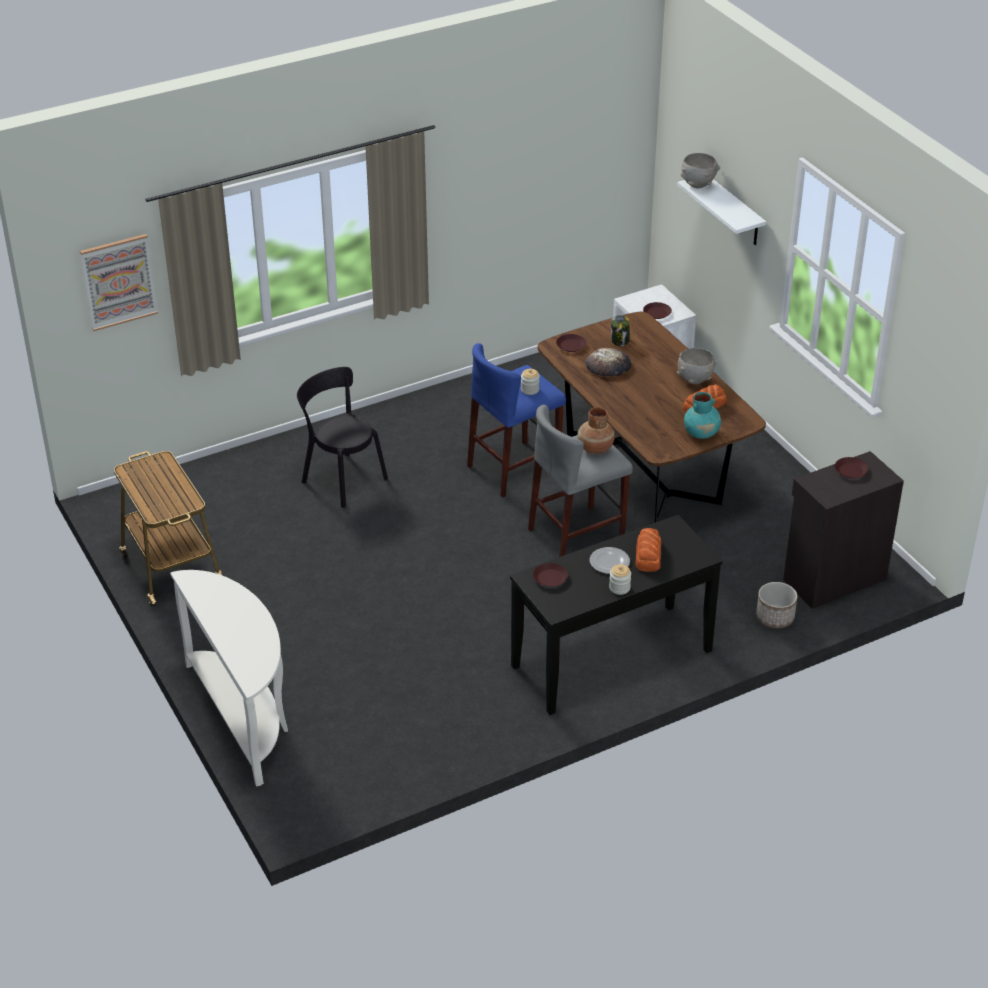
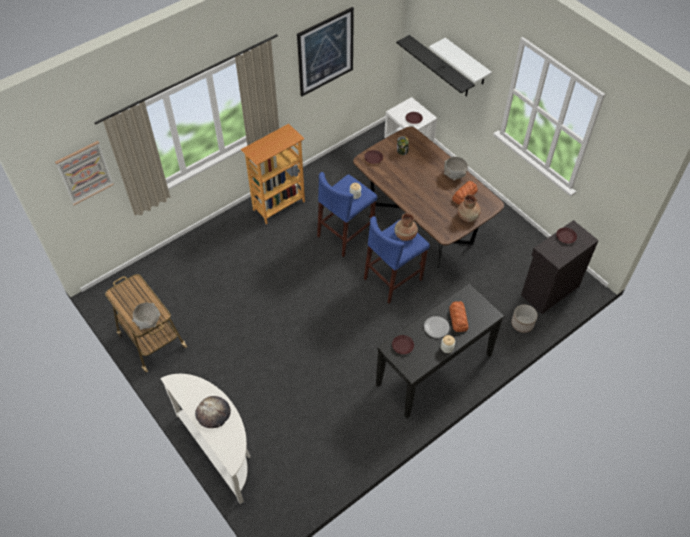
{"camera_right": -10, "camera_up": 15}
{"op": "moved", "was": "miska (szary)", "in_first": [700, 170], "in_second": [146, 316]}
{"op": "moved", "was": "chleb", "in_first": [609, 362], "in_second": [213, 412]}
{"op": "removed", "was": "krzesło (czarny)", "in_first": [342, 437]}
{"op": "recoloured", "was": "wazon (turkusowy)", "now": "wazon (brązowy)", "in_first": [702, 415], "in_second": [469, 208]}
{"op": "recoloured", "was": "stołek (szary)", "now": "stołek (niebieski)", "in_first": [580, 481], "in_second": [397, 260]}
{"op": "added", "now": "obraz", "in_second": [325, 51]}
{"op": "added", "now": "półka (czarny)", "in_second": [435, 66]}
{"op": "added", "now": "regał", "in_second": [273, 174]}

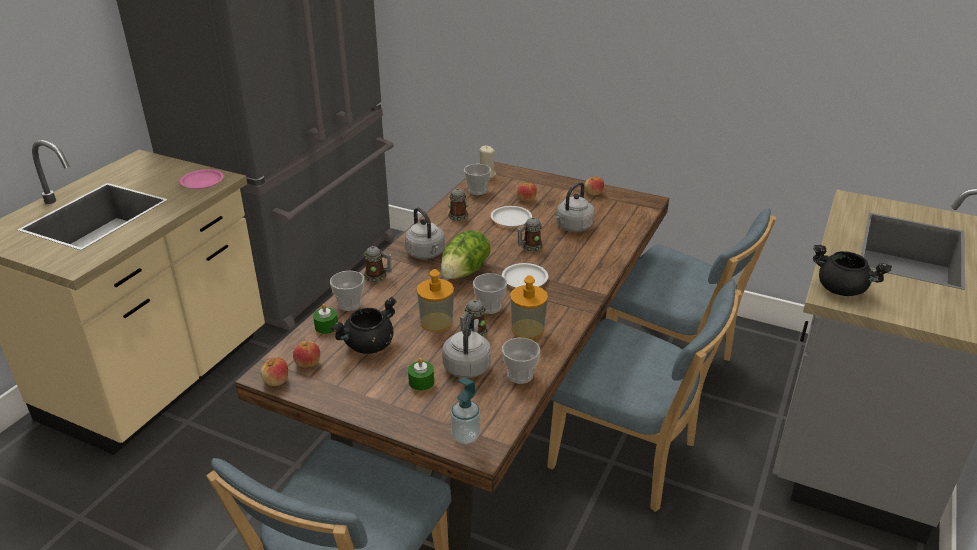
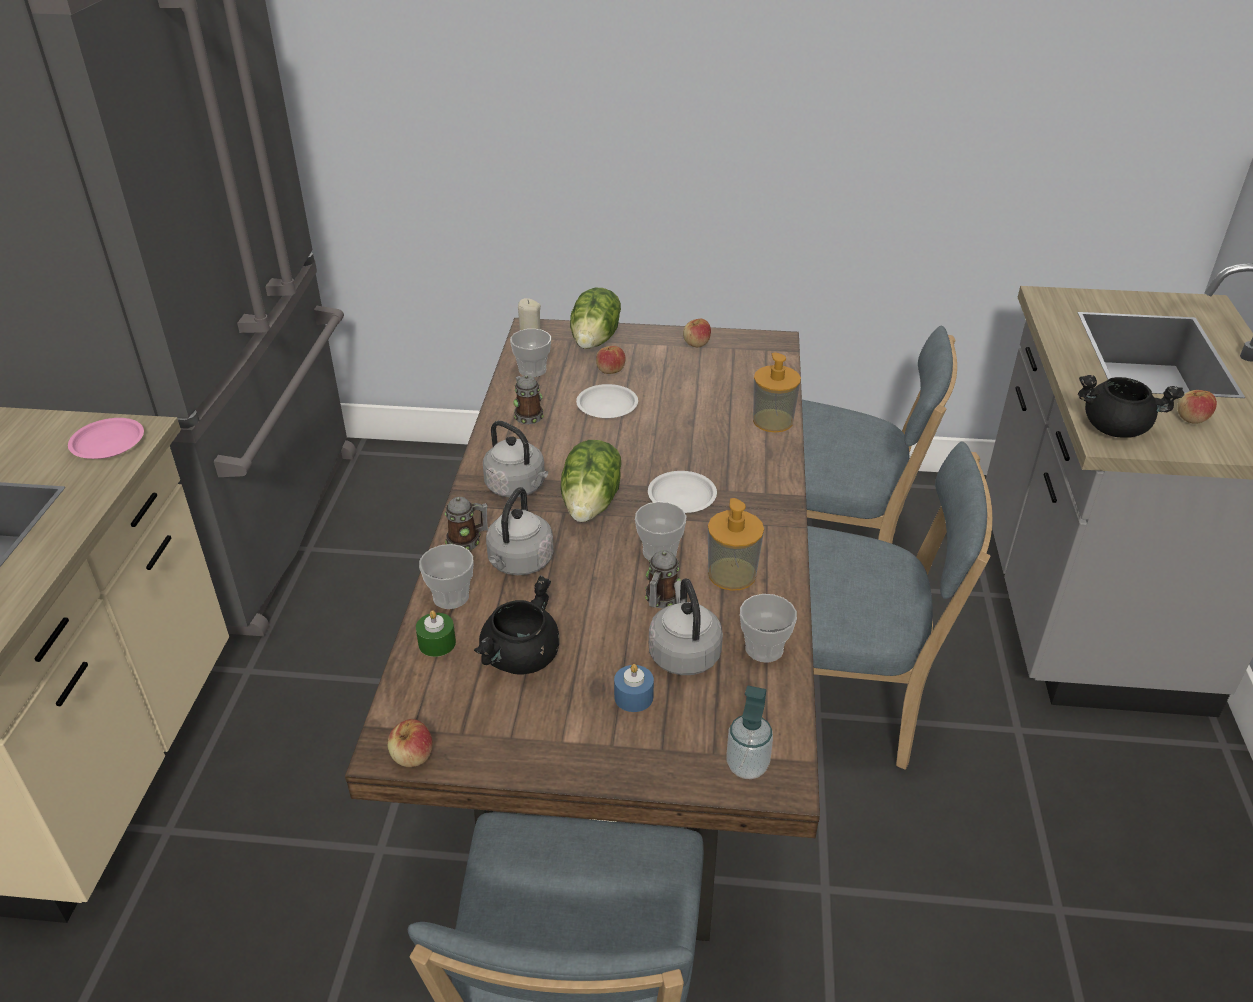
{"camera_right": -20, "camera_up": 5}
{"op": "moved", "was": "czajnik (szary)", "in_first": [575, 207], "in_second": [520, 531]}
{"op": "removed", "was": "kubek", "in_first": [530, 234]}
{"op": "moved", "was": "dozownik mydła", "in_first": [435, 300], "in_second": [777, 392]}
{"op": "moved", "was": "jabłko", "in_first": [306, 354], "in_second": [1197, 407]}
{"op": "recoloured", "was": "świeca (zielony)", "now": "świeca (niebieski)", "in_first": [421, 374], "in_second": [634, 688]}
{"op": "added", "now": "sałata", "in_second": [595, 318]}

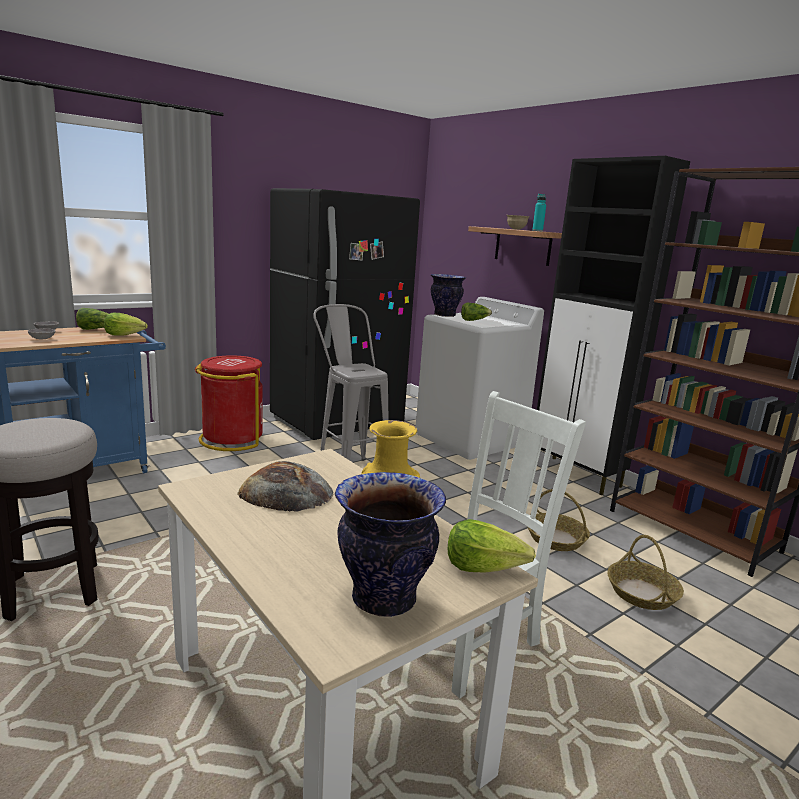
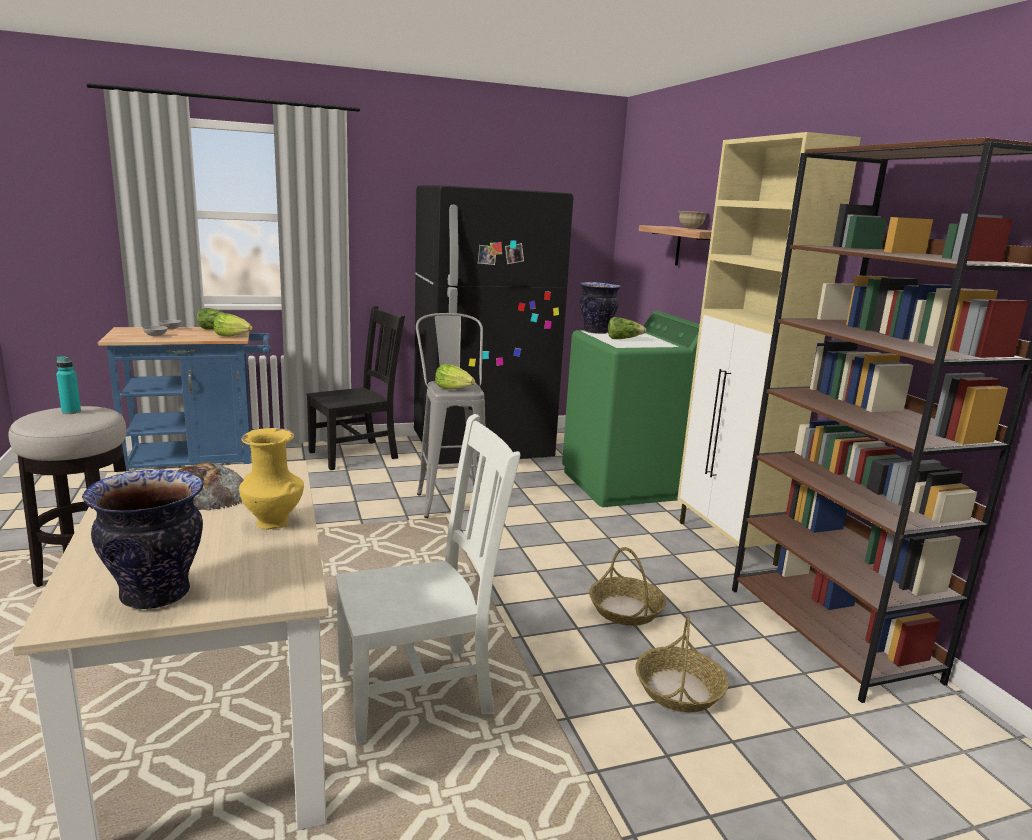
{"camera_right": 20, "camera_up": 0}
{"op": "recoloured", "was": "szafka (czarny)", "now": "szafka (beżowy)", "in_first": [613, 325], "in_second": [769, 351]}
{"op": "moved", "was": "butelka (turkusowy)", "in_first": [539, 212], "in_second": [68, 385]}
{"op": "recoloured", "was": "pralka (biały)", "now": "pralka (zielony)", "in_first": [480, 378], "in_second": [631, 409]}
{"op": "replaced", "was": "kosz na śmieci (czerwony)", "now": "krzesło (czarny)", "in_first": [229, 403], "in_second": [355, 388]}
{"op": "moved", "was": "sałata", "in_first": [492, 545], "in_second": [455, 376]}

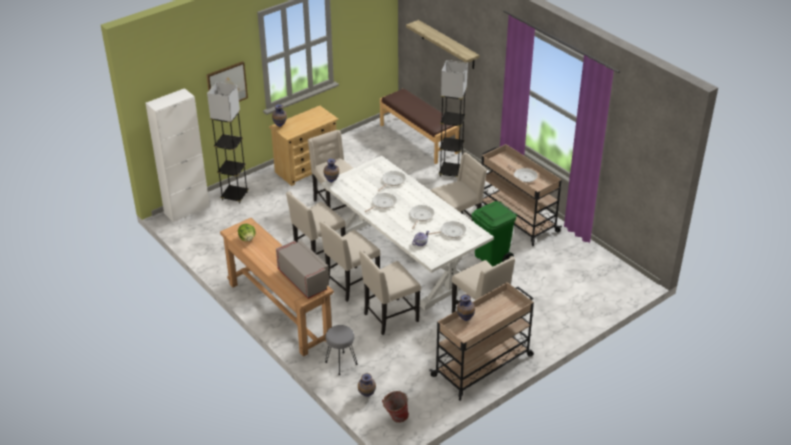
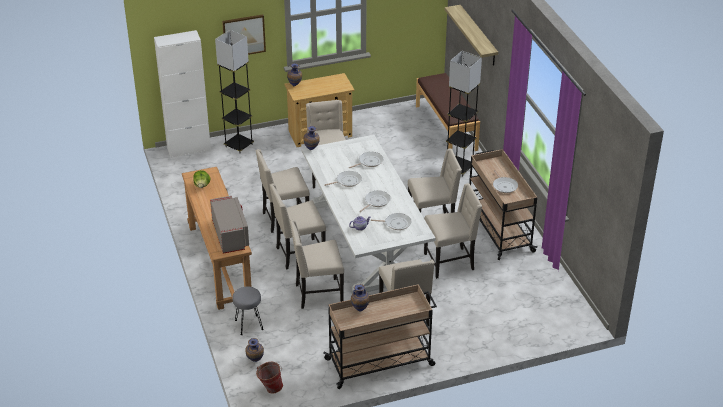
{"camera_right": 20, "camera_up": 0}
{"op": "replaced", "was": "kosz na śmieci (zielony)", "now": "krzesło (beżowy)", "in_first": [494, 234], "in_second": [453, 231]}

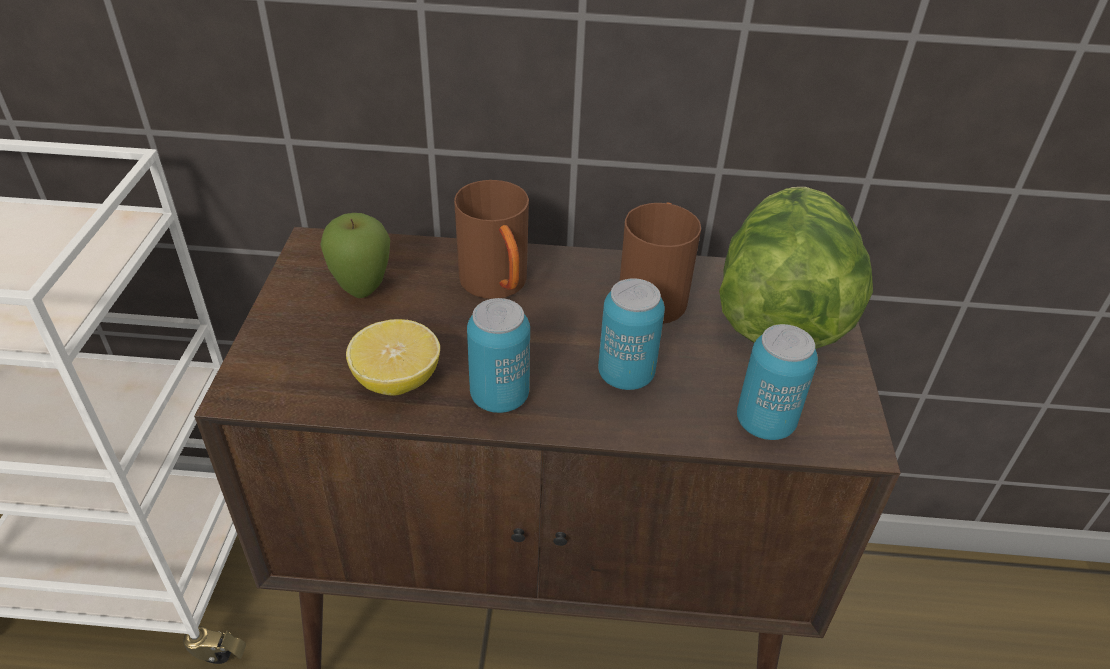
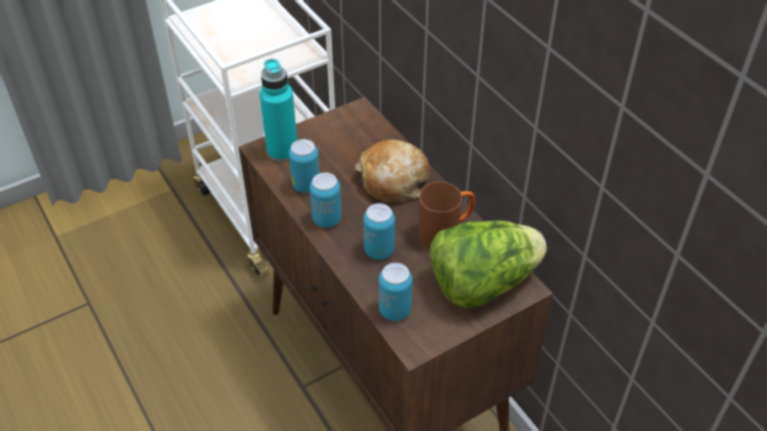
{"camera_right": 55, "camera_up": 5}
{"op": "replaced", "was": "kubek (brązowy)", "now": "chleb", "in_first": [491, 239], "in_second": [392, 171]}
{"op": "removed", "was": "jabłko", "in_first": [355, 255]}
{"op": "replaced", "was": "cytryna", "now": "puszka", "in_first": [393, 357], "in_second": [304, 166]}
{"op": "added", "now": "butelka (turkusowy)", "in_second": [278, 110]}

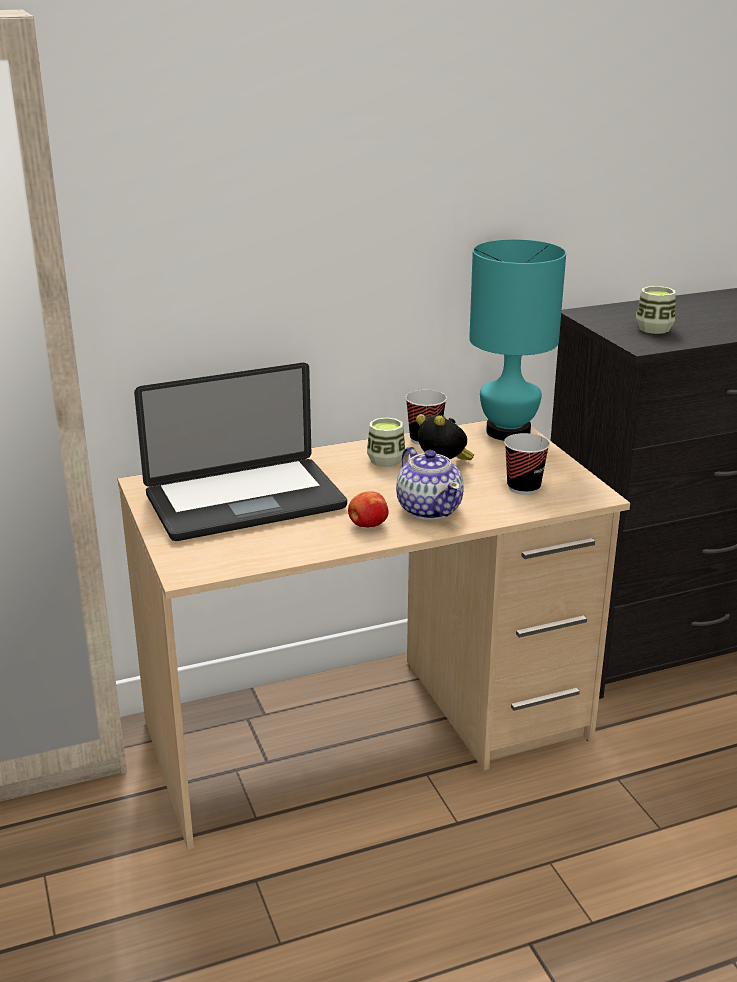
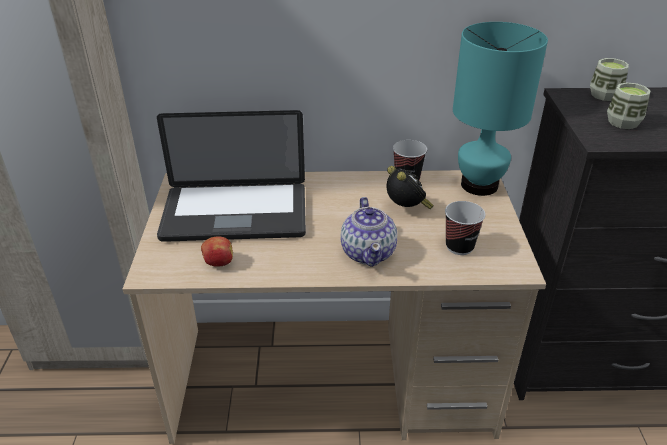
{"camera_right": 20, "camera_up": 10}
{"op": "moved", "was": "filiżanka", "in_first": [386, 442], "in_second": [609, 79]}
{"op": "moved", "was": "jabłko", "in_first": [368, 509], "in_second": [217, 251]}

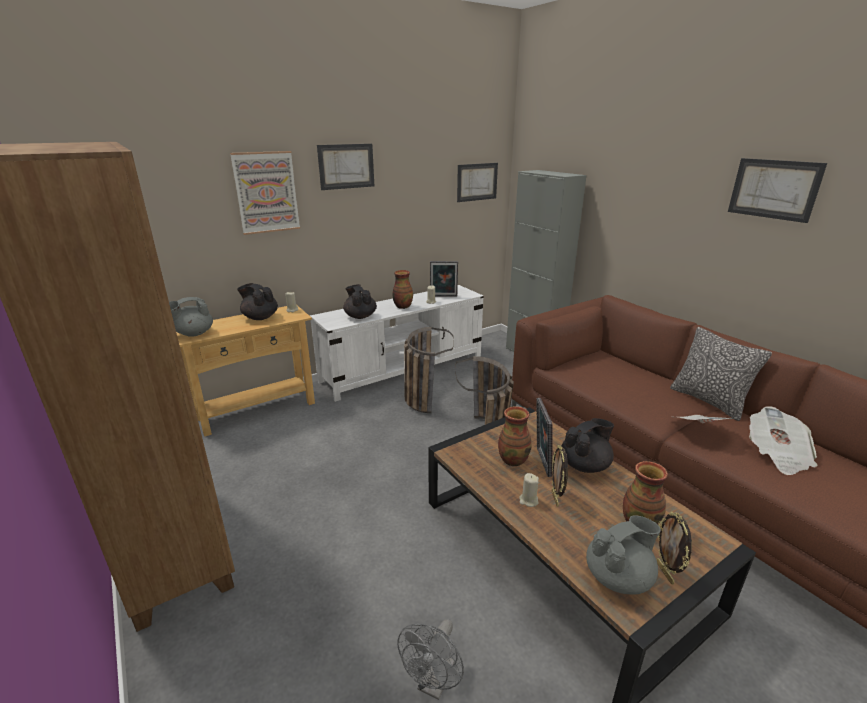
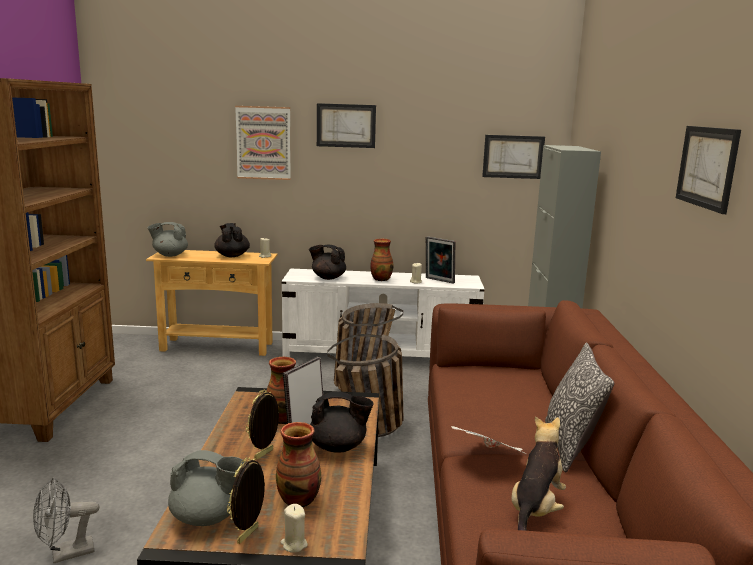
{"camera_right": 35, "camera_up": -10}
{"op": "turned", "was": "imbryk (czarny)", "in_first": [360, 301], "in_second": [327, 262], "clockwise": -75}
{"op": "replaced", "was": "gazeta", "now": "pluszak", "in_first": [783, 440], "in_second": [538, 473]}
{"op": "moved", "was": "świeca (beżowy)", "in_first": [529, 490], "in_second": [294, 528]}

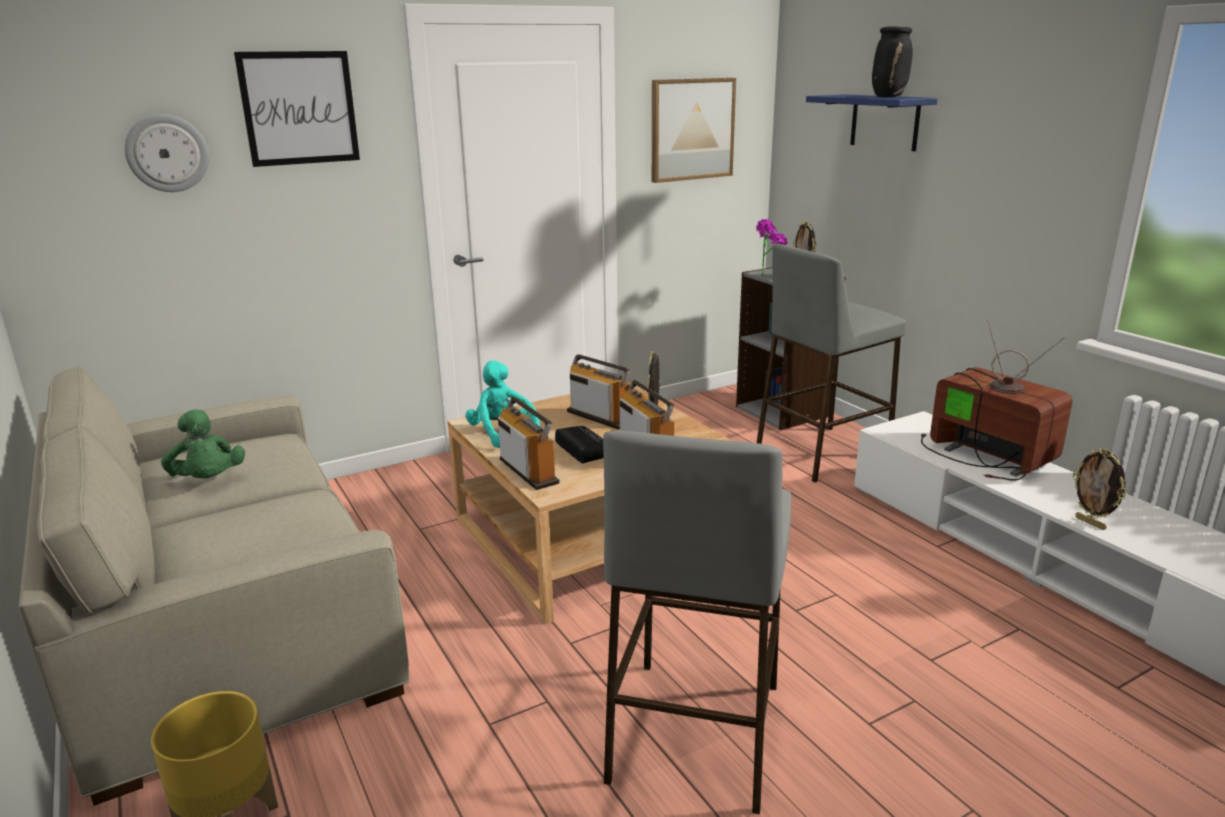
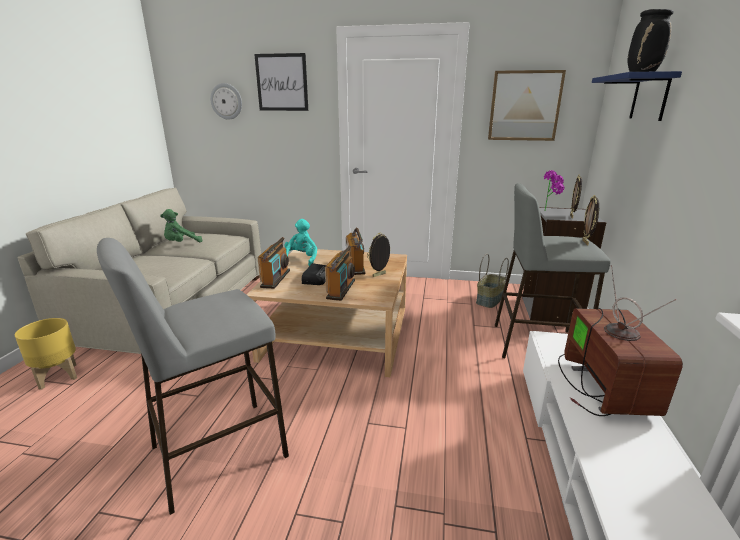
{"camera_right": 40, "camera_up": 0}
{"op": "turned", "was": "pluszak (zielony)", "in_first": [203, 443], "in_second": [181, 225], "clockwise": 45}
{"op": "moved", "was": "ramka na zdjęcie", "in_first": [1099, 489], "in_second": [590, 220]}
{"op": "added", "now": "koszyk", "in_second": [492, 281]}

